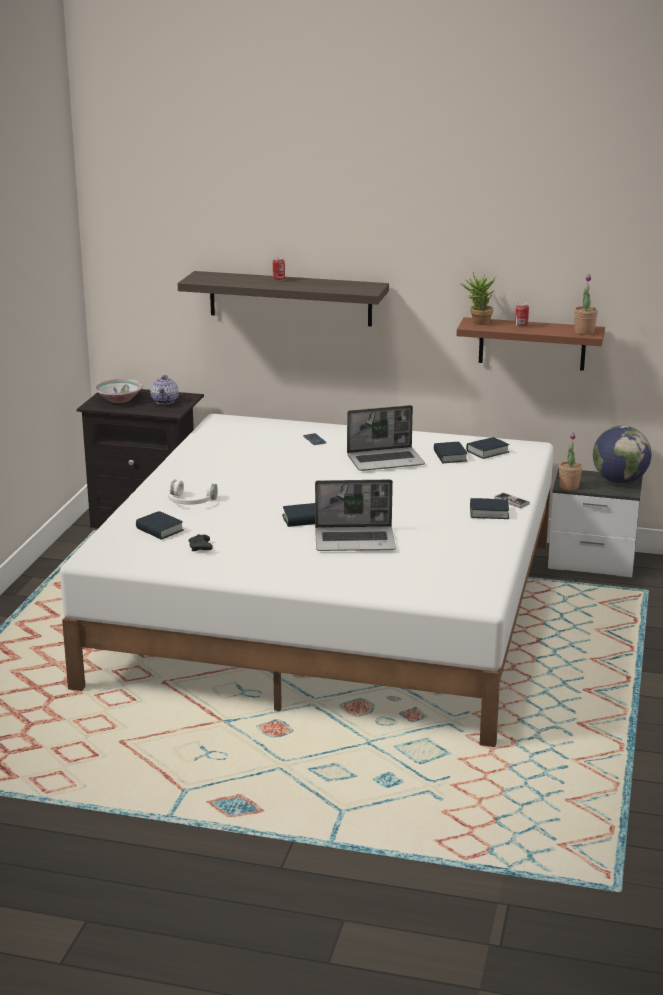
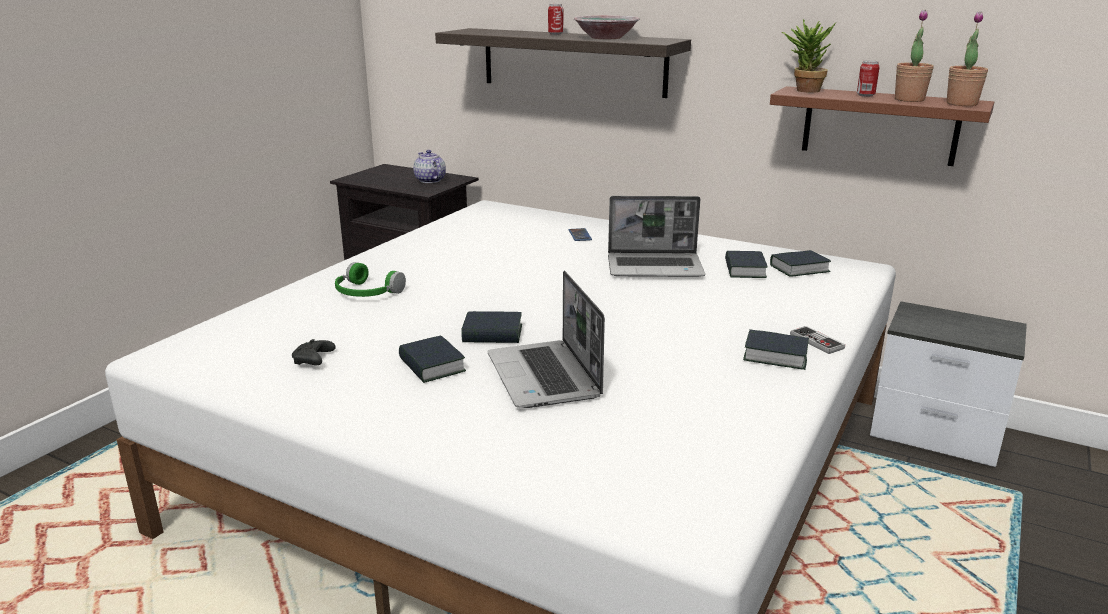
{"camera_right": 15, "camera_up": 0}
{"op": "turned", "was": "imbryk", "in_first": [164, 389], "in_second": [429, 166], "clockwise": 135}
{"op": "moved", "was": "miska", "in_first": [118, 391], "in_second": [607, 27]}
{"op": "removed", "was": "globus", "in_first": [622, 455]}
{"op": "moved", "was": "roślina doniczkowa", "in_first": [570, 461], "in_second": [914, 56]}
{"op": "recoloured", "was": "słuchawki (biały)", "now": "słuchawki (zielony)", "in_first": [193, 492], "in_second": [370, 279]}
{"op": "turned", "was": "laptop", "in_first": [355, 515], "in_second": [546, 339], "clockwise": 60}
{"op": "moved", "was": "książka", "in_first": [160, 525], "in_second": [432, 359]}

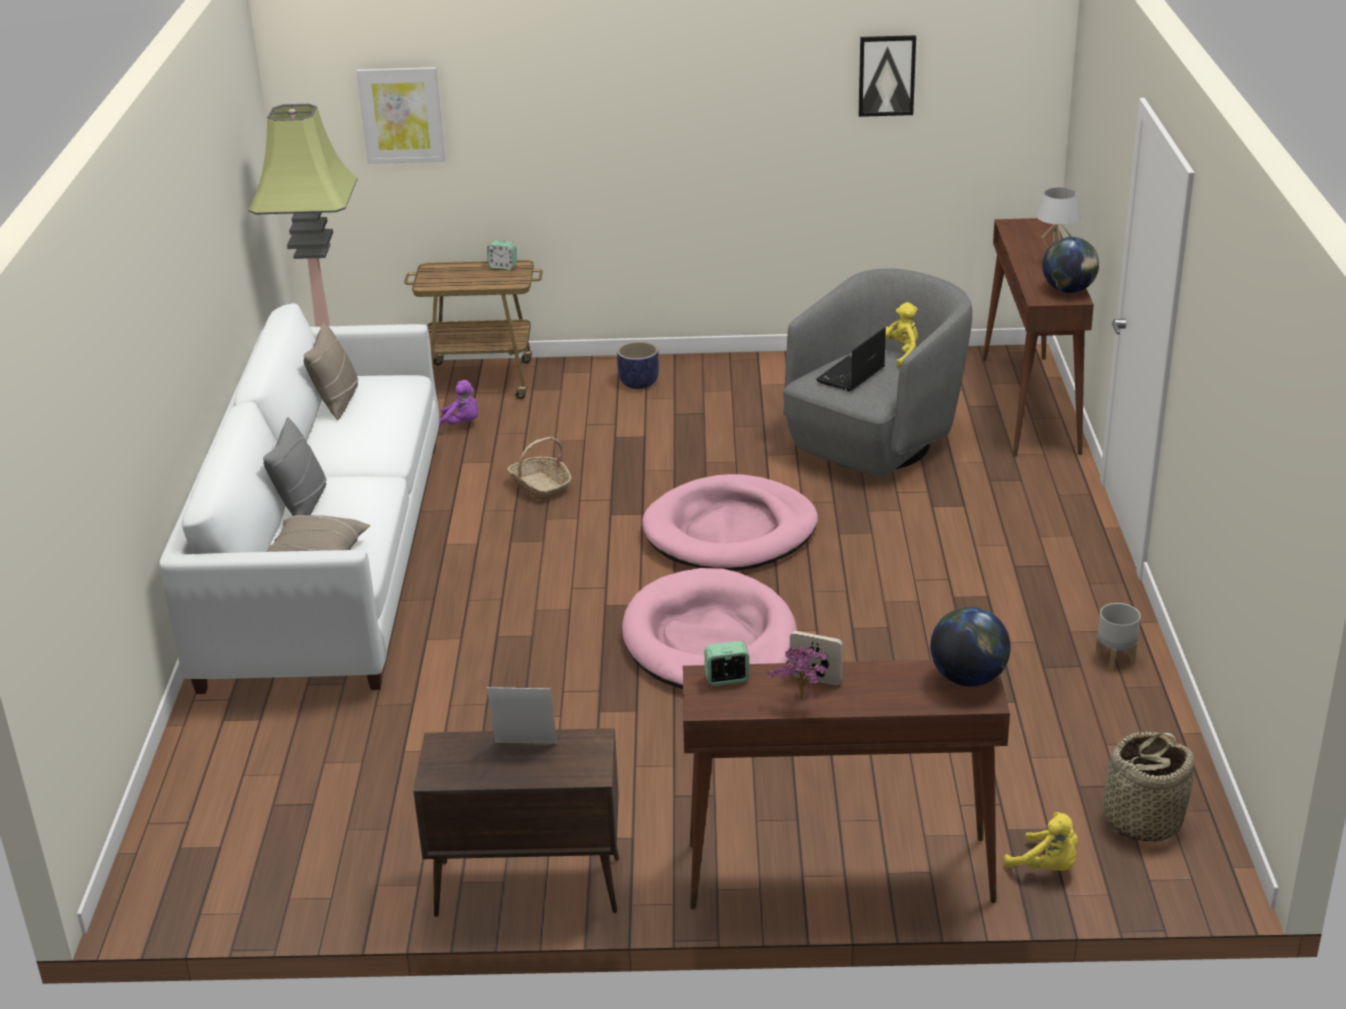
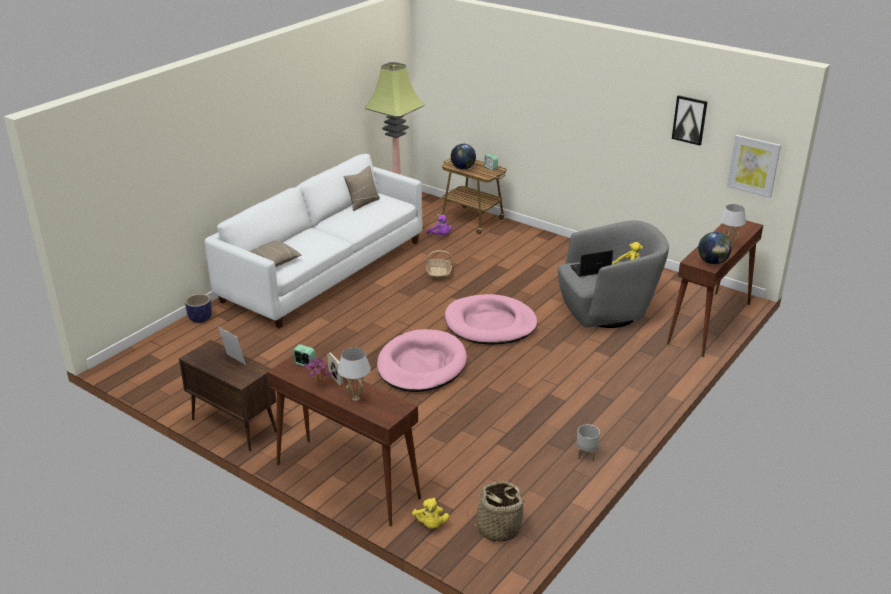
{"camera_right": 35, "camera_up": 0}
{"op": "moved", "was": "obraz", "in_first": [400, 115], "in_second": [754, 166]}
{"op": "moved", "was": "donica", "in_first": [638, 365], "in_second": [198, 308]}
{"op": "removed", "was": "poduszka (szary)", "in_first": [295, 466]}
{"op": "moved", "was": "globus", "in_first": [970, 647], "in_second": [463, 156]}
{"op": "added", "now": "lampa stołowa (biały)", "in_second": [354, 374]}

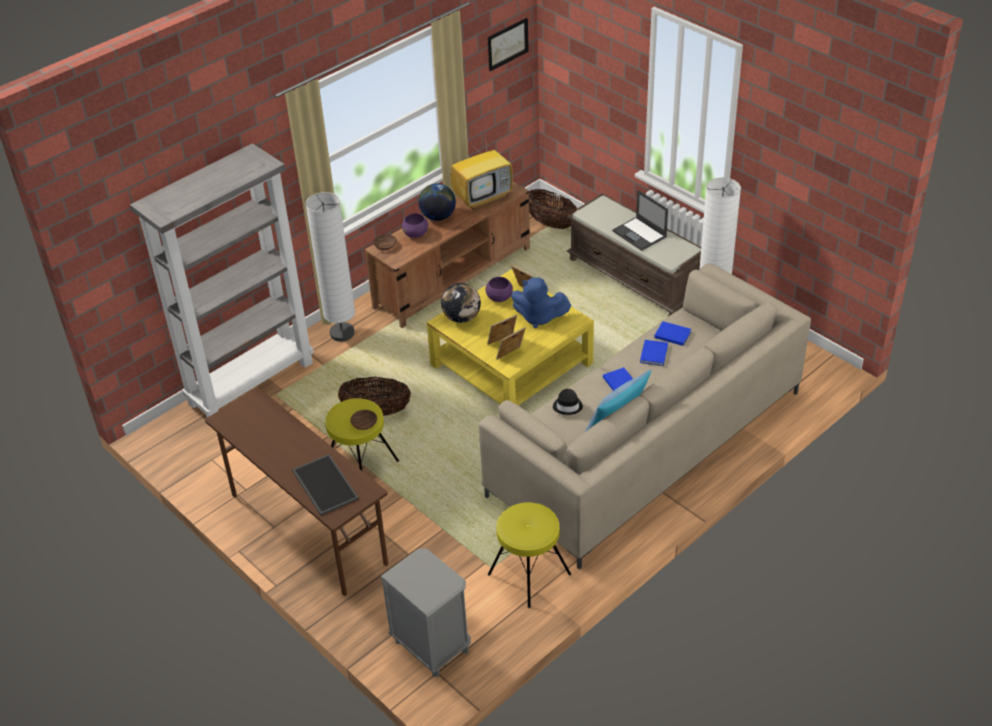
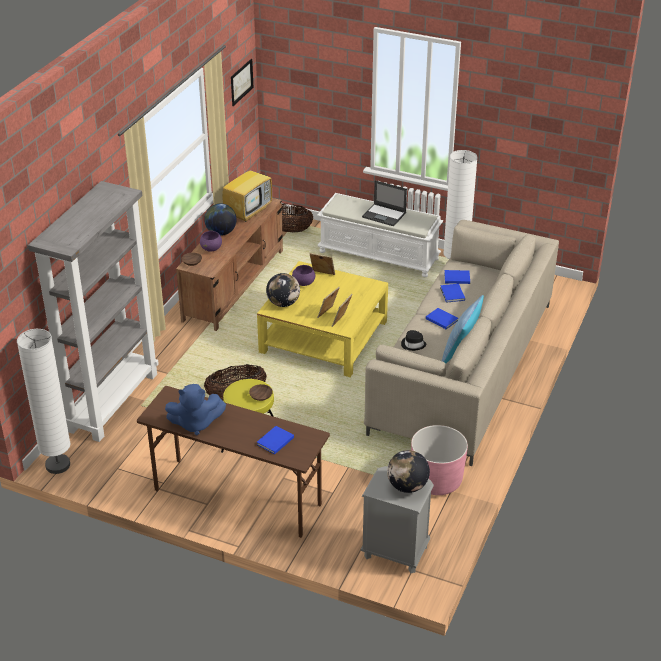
{"camera_right": -25, "camera_up": -5}
{"op": "moved", "was": "lampa stojąca (biały)", "in_first": [330, 267], "in_second": [43, 401]}
{"op": "recoloured", "was": "ławka (brązowy)", "now": "ławka (biały)", "in_first": [634, 255], "in_second": [380, 235]}
{"op": "moved", "was": "pluszak (niebieski)", "in_first": [541, 302], "in_second": [195, 409]}
{"op": "replaced", "was": "taca", "now": "książka (niebieski)", "in_first": [325, 485], "in_second": [275, 440]}
{"op": "replaced", "was": "stołek (żółty)", "now": "donica (różowy)", "in_first": [529, 555], "in_second": [439, 460]}
{"op": "added", "now": "globus", "in_second": [408, 471]}

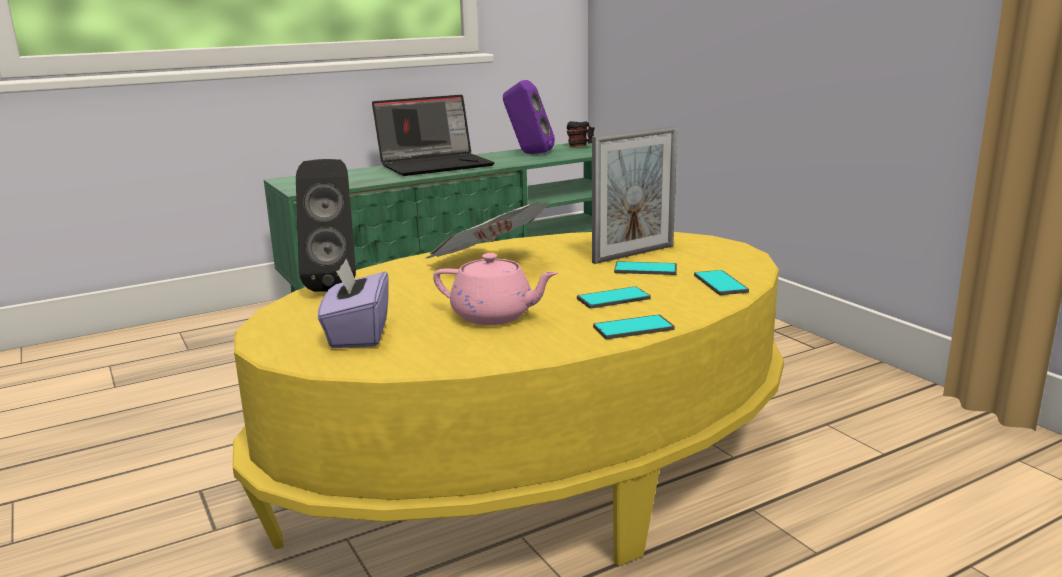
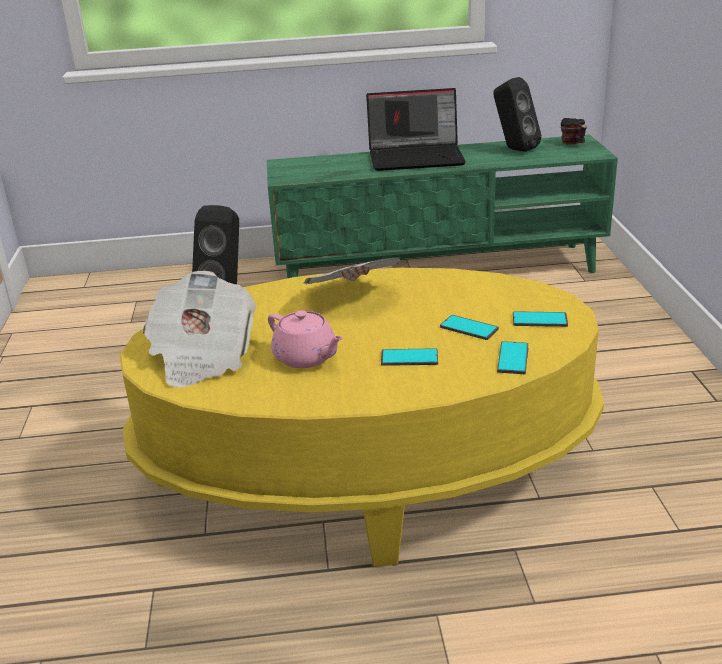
{"camera_right": 25, "camera_up": 10}
{"op": "recoloured", "was": "głośnik (fioletowy)", "now": "głośnik (czarny)", "in_first": [529, 117], "in_second": [517, 114]}
{"op": "removed", "was": "ramka na zdjęcie", "in_first": [634, 195]}
{"op": "replaced", "was": "pudełko chusteczek (fioletowy)", "now": "gazeta", "in_first": [353, 303], "in_second": [199, 329]}
{"op": "moved", "was": "telefon", "in_first": [634, 327], "in_second": [540, 319]}

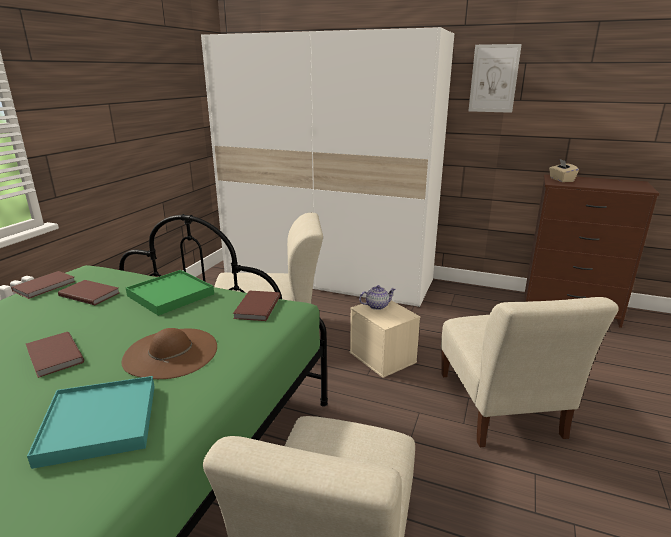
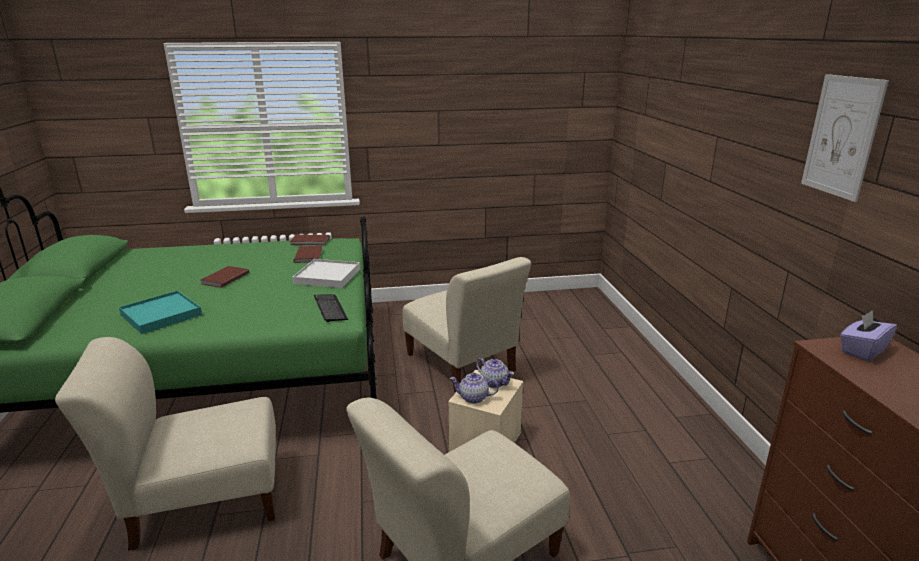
{"camera_right": 60, "camera_up": 0}
{"op": "removed", "was": "szafa (biały)", "in_first": [327, 167]}
{"op": "recoloured", "was": "pudełko chusteczek (beżowy)", "now": "pudełko chusteczek (fioletowy)", "in_first": [564, 170], "in_second": [868, 335]}
{"op": "recoloured", "was": "taca (zielony)", "now": "taca (biały)", "in_first": [170, 293], "in_second": [326, 273]}
{"op": "replaced", "was": "książka (brązowy)", "now": "klawiatura", "in_first": [256, 305], "in_second": [331, 308]}
{"op": "removed", "was": "kapelusz (brązowy)", "in_first": [169, 353]}
{"op": "added", "now": "imbryk", "in_second": [474, 388]}

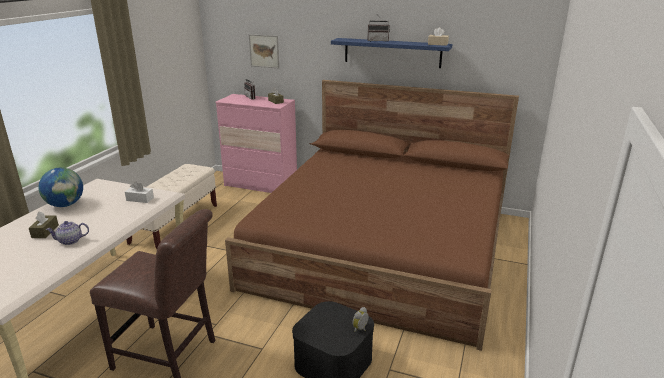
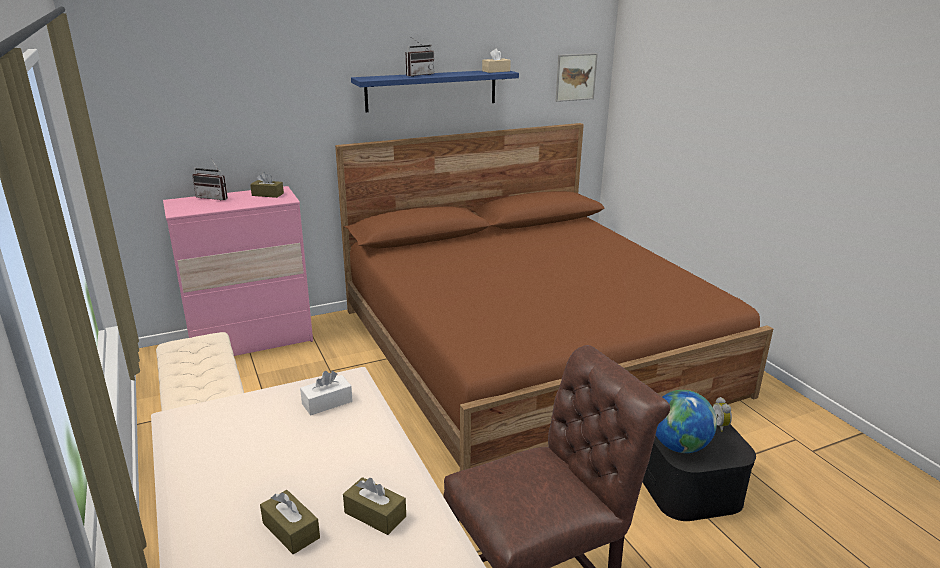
{"camera_right": -45, "camera_up": 0}
{"op": "moved", "was": "obraz", "in_first": [264, 51], "in_second": [577, 77]}
{"op": "moved", "was": "globus", "in_first": [60, 187], "in_second": [686, 421]}
{"op": "replaced", "was": "imbryk", "now": "pudełko chusteczek (brązowy)", "in_first": [67, 233], "in_second": [374, 506]}

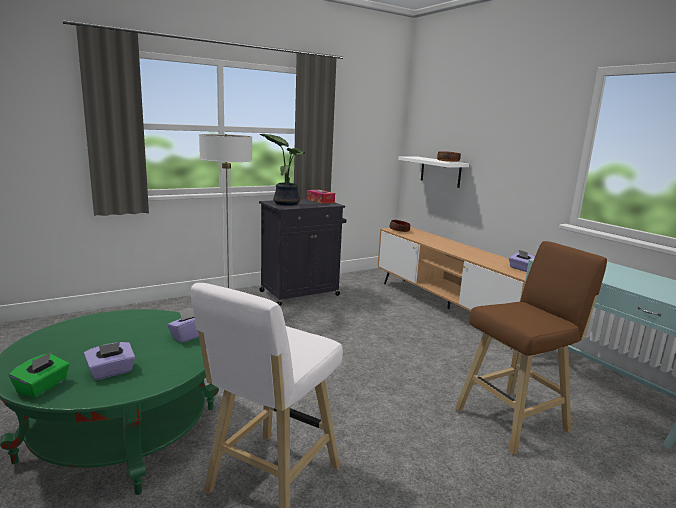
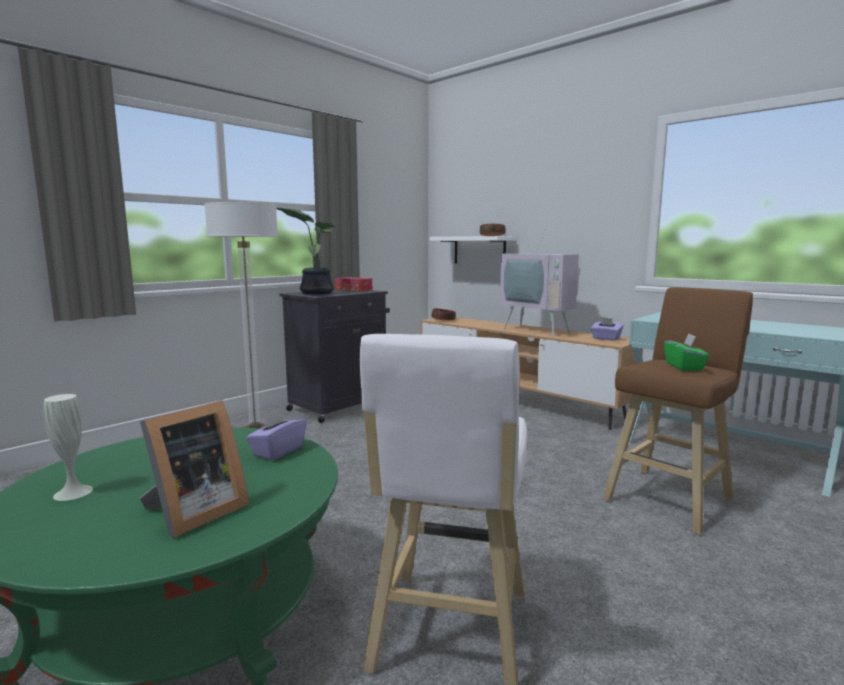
{"camera_right": -15, "camera_up": -5}
{"op": "replaced", "was": "pudełko chusteczek (fioletowy)", "now": "ramka na zdjęcie", "in_first": [109, 361], "in_second": [194, 468]}
{"op": "moved", "was": "pudełko chusteczek (zielony)", "in_first": [39, 375], "in_second": [686, 352]}
{"op": "added", "now": "telewizor", "in_second": [539, 280]}
{"op": "added", "now": "wazon (biały)", "in_second": [68, 447]}

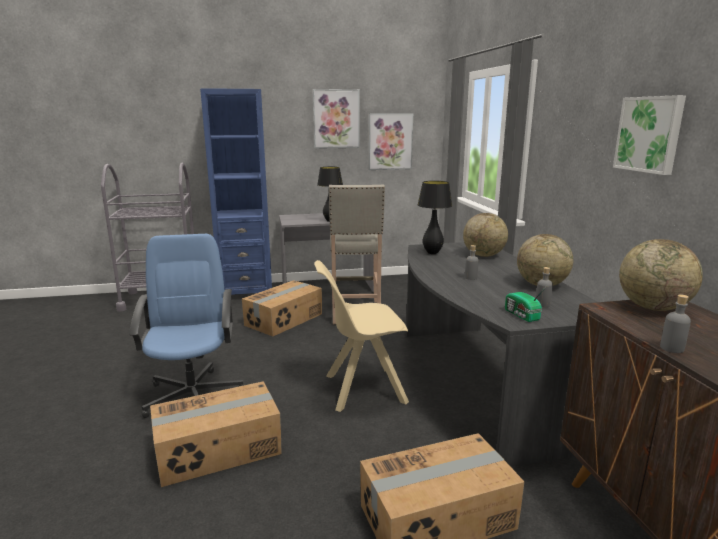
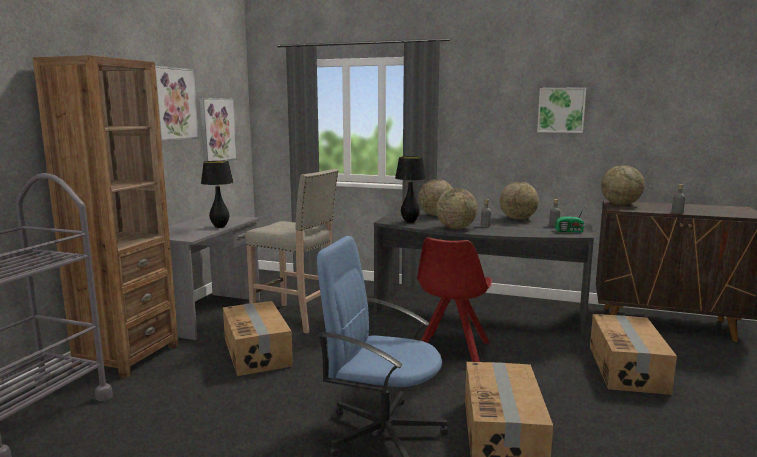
{"camera_right": -60, "camera_up": -5}
{"op": "recoloured", "was": "regał (niebieski)", "now": "regał (brązowy)", "in_first": [236, 191], "in_second": [105, 216]}
{"op": "recoloured", "was": "krzesło (beżowy)", "now": "krzesło (czerwony)", "in_first": [361, 336], "in_second": [454, 299]}
{"op": "added", "now": "globus", "in_second": [457, 208]}

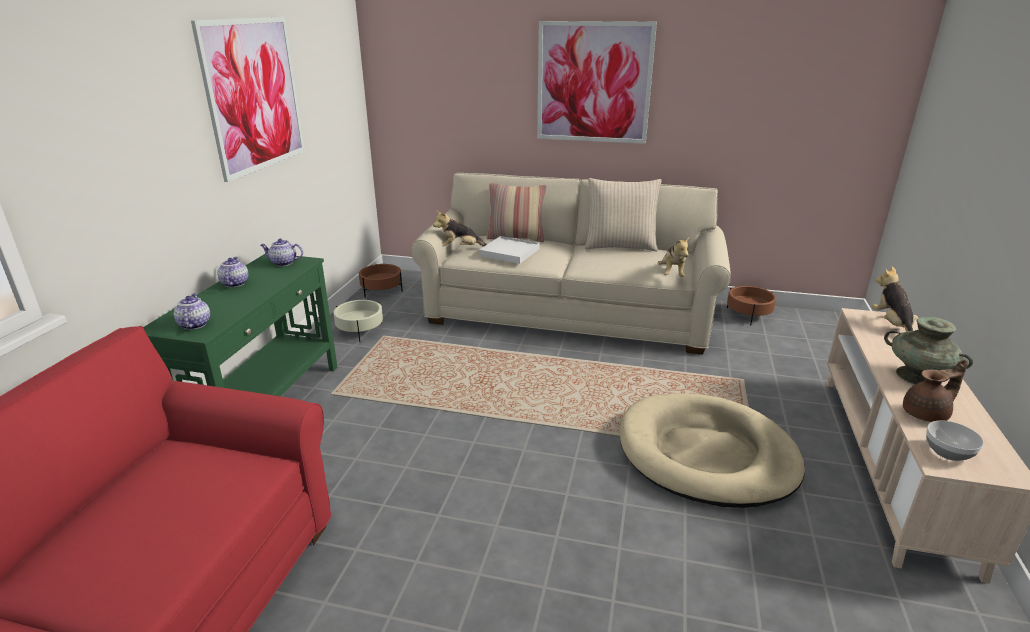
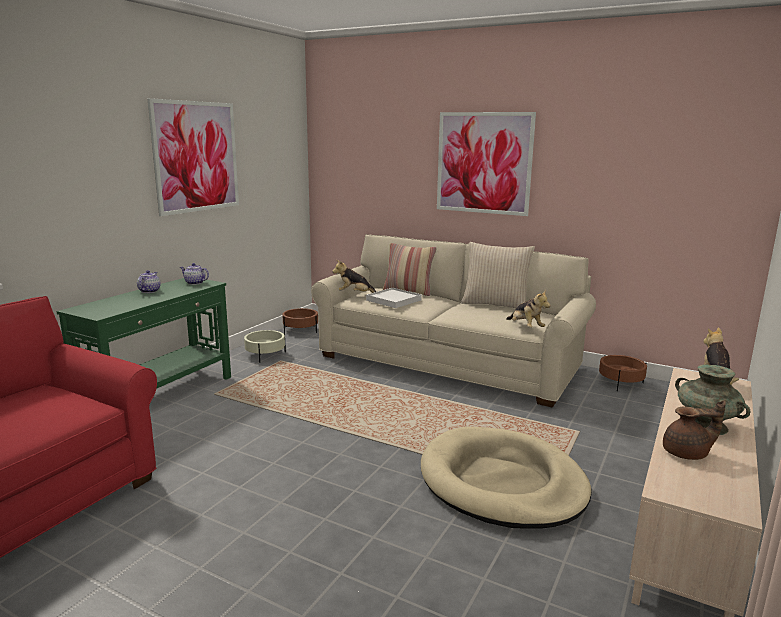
{"camera_right": 15, "camera_up": -10}
{"op": "turned", "was": "pluszak", "in_first": [673, 256], "in_second": [528, 309], "clockwise": -45}
{"op": "removed", "was": "imbryk", "in_first": [192, 311]}
{"op": "removed", "was": "miska", "in_first": [955, 440]}

